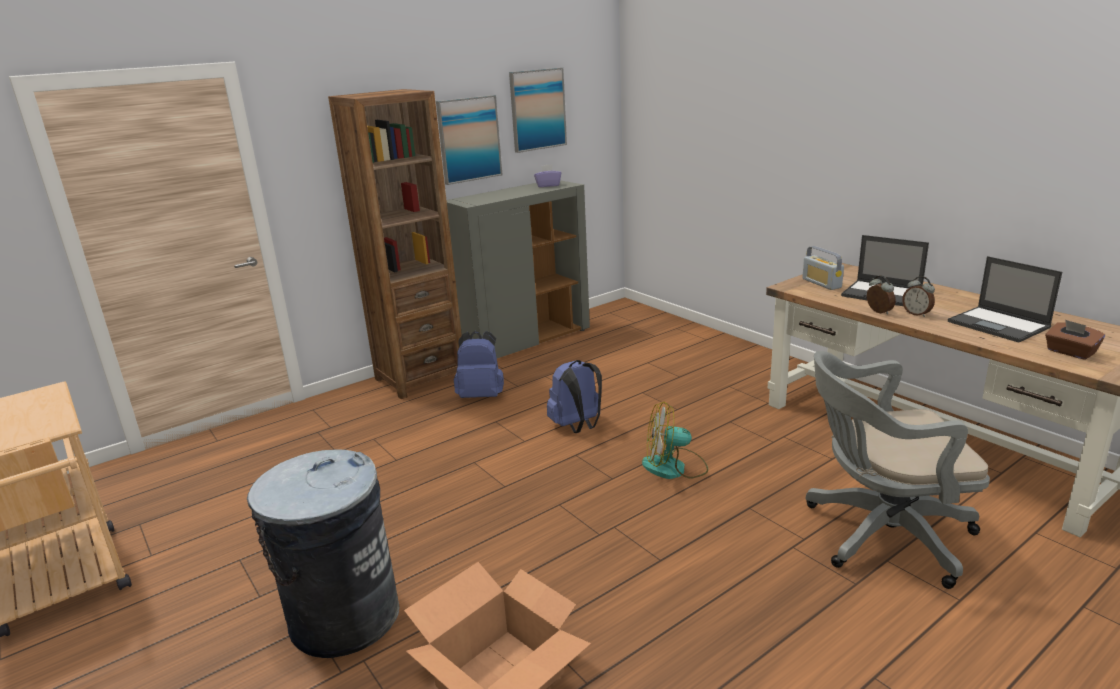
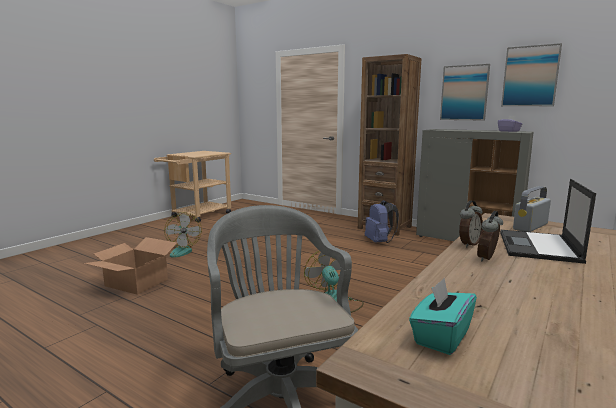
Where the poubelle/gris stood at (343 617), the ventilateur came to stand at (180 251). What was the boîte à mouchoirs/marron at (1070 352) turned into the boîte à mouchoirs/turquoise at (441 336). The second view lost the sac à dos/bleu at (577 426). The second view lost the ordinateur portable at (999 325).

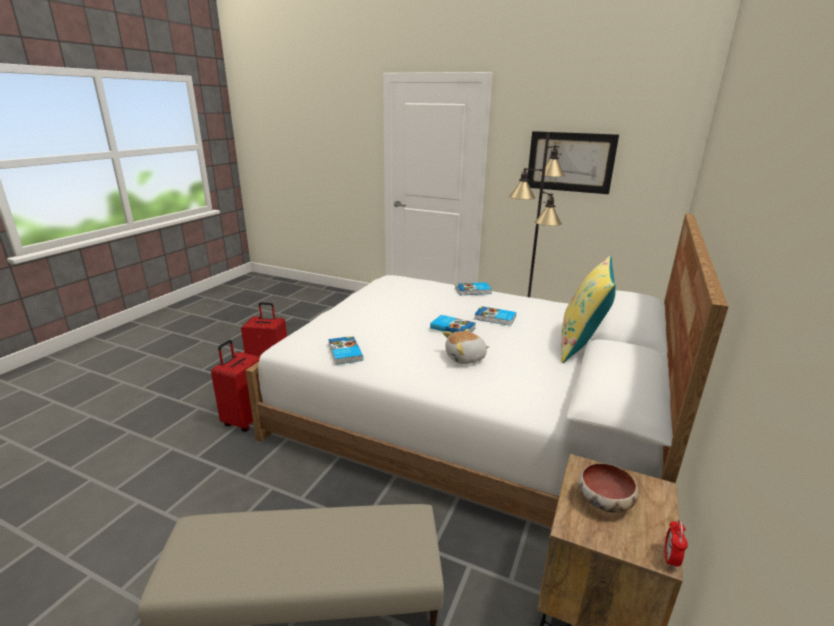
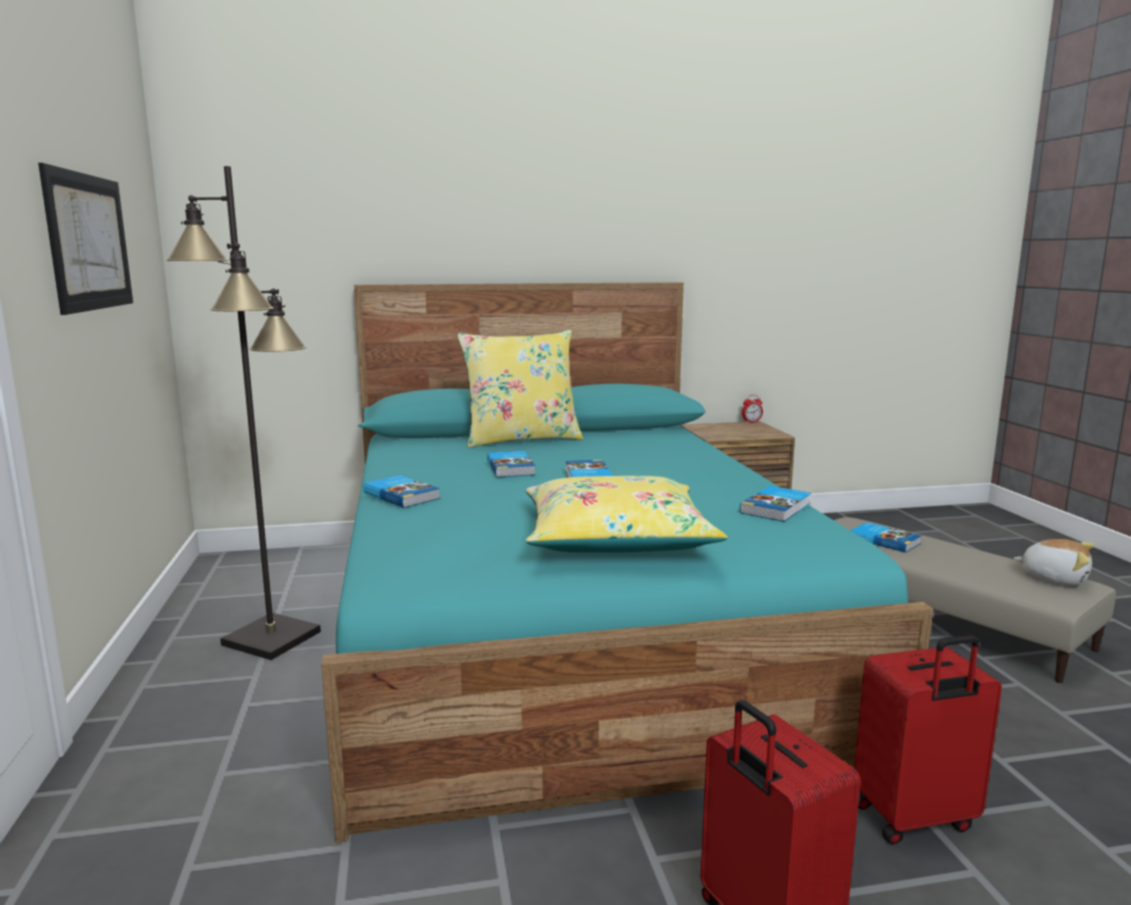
What was the lit/blanc at (469 416) turned into the lit/turquoise at (568 623). The second view gained the coussin/jaune at (616 538). The second view gained the livre at (885 540). The peluche ended up elsewhere, having gone from (466 358) to (1054 578). The second view lost the bol at (604 502).

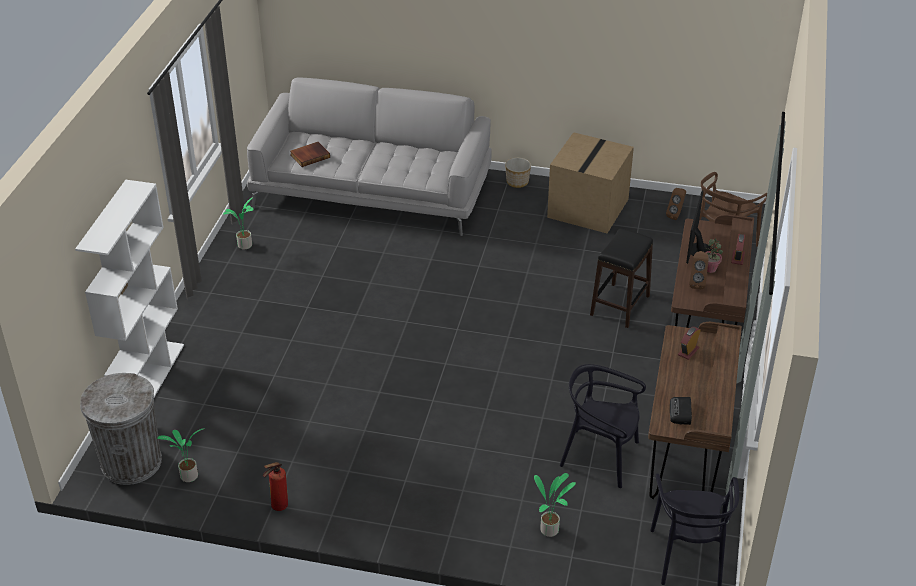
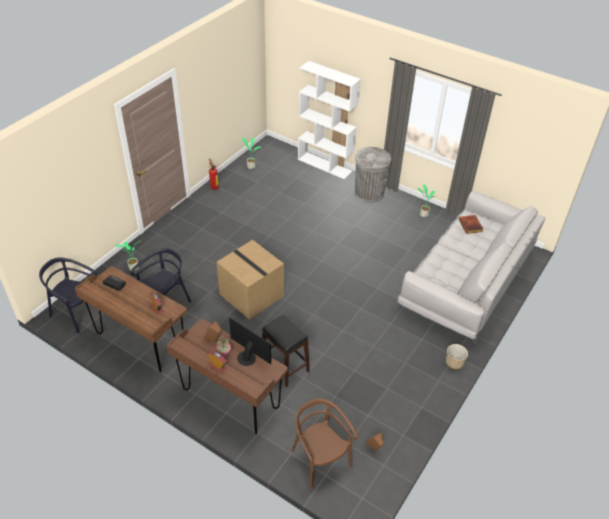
The carton ended up elsewhere, having gone from (588 209) to (250 295). The poubelle/gris ended up elsewhere, having gone from (131 462) to (369 193).

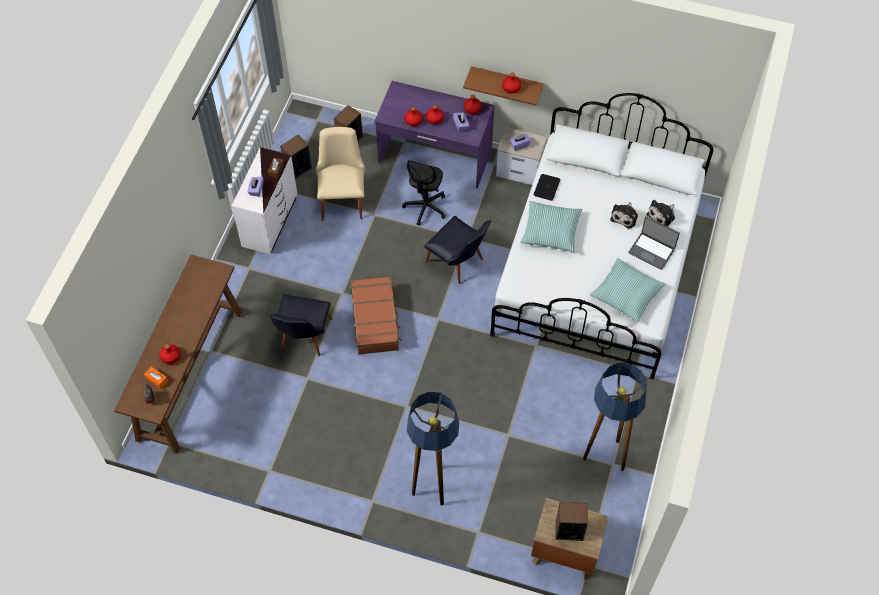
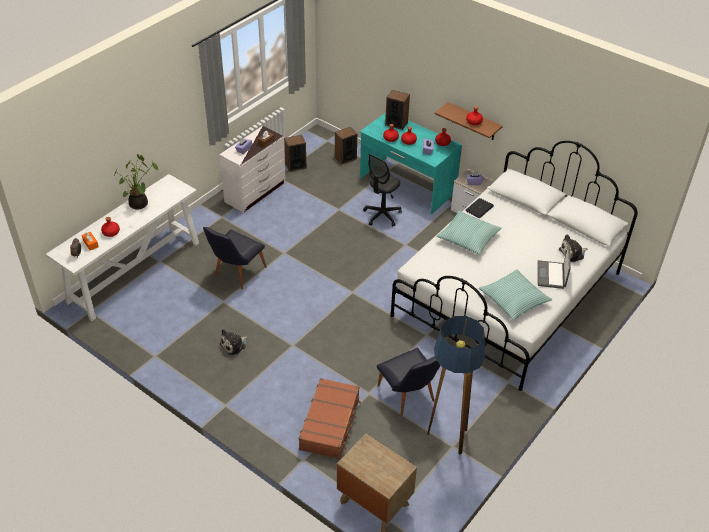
What was the table console/marron at (190 374) turned into the table console/blanc at (135 271). The second view gained the plante en pot at (139 205). The peluche ended up elsewhere, having gone from (625 216) to (234 345). The valise/marron ended up elsewhere, having gone from (375 320) to (330 423). What was the bureau/violet at (434 157) turned into the bureau/turquoise at (407 185). The chaise/noir ended up elsewhere, having gone from (458 263) to (408 397). The enceinte ended up elsewhere, having gone from (569 530) to (396 123). The ordinateur portable at (652 251) ended up facing another way, 45 degrees clockwise from before. The second view lost the chaise/beige at (342 197). The second view lost the lampadaire at (433 484).

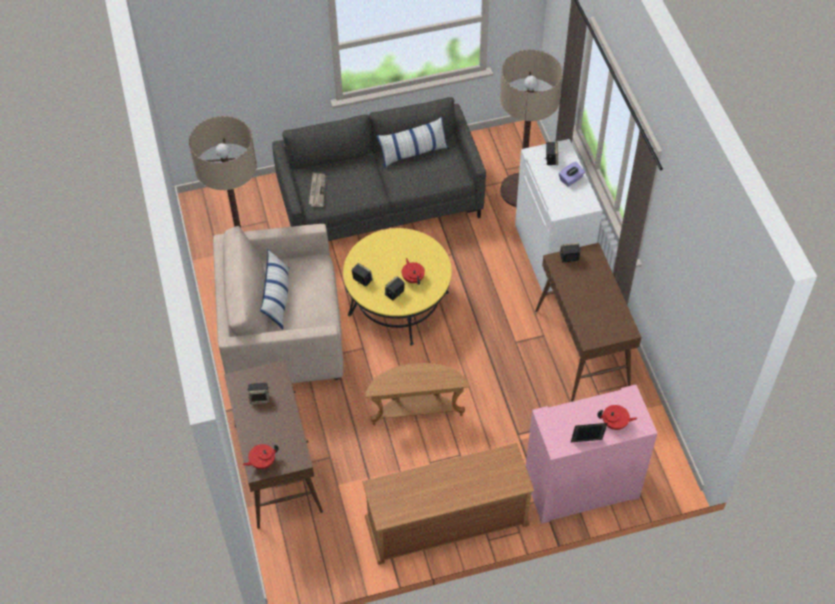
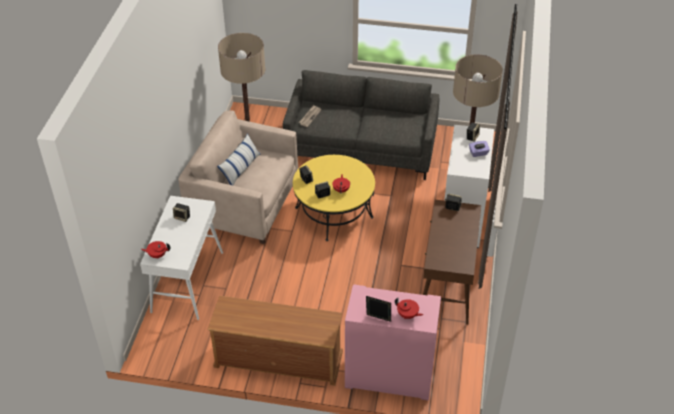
What was the table console/marron at (277 468) turned into the table console/blanc at (187 281). The second view lost the table d'appoint/marron at (416 410). The second view lost the coussin at (413 152).

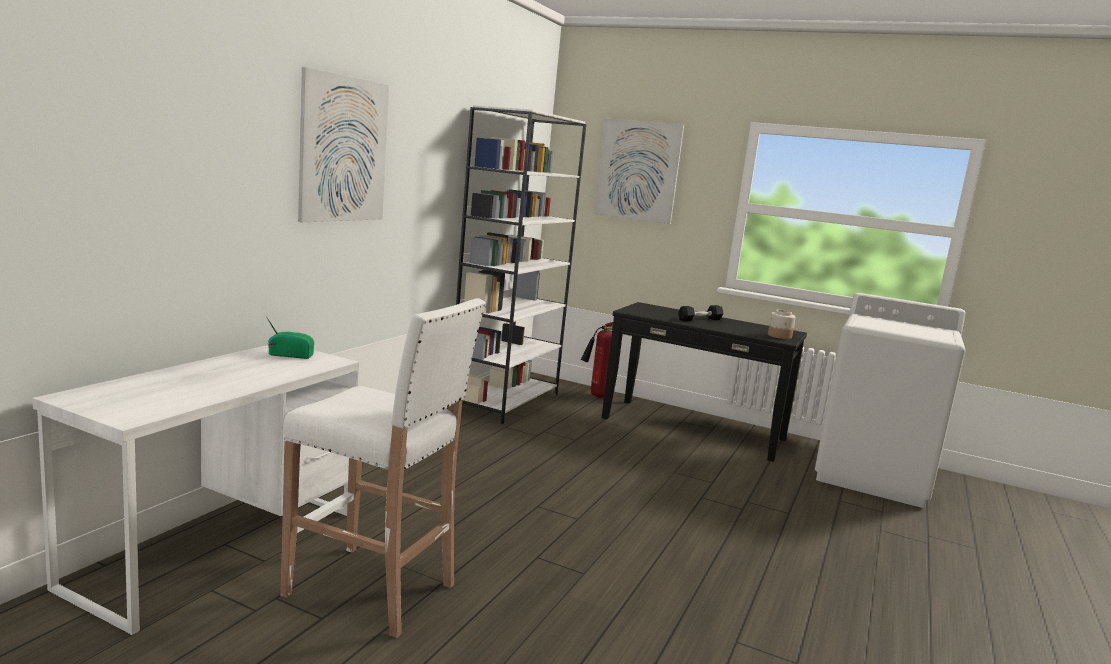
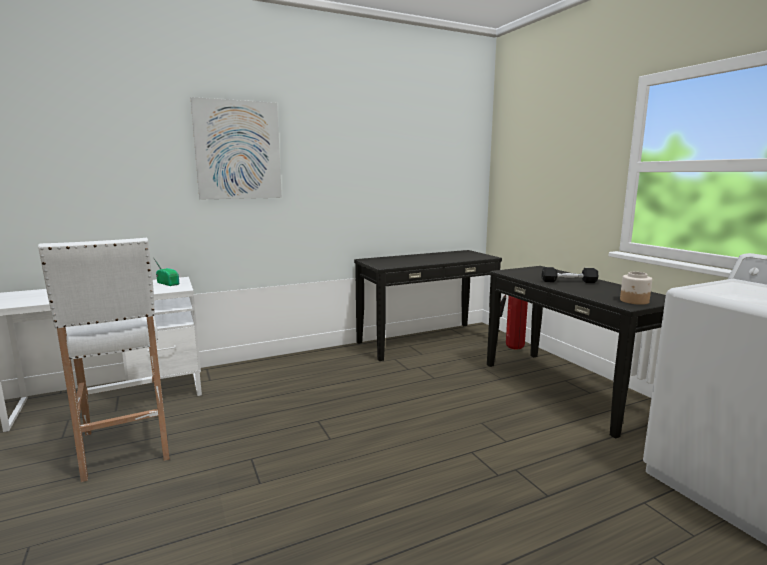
Where the bibliothèque/blanc stood at (505 401), the table console/noir came to stand at (426 341). The second view lost the tableau at (638 170).

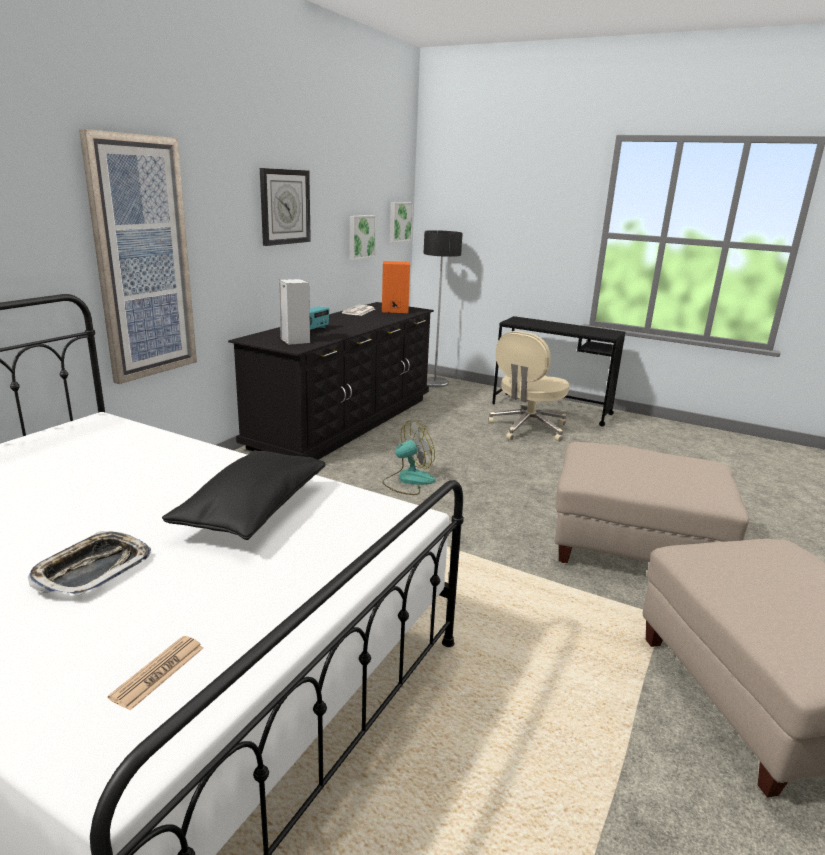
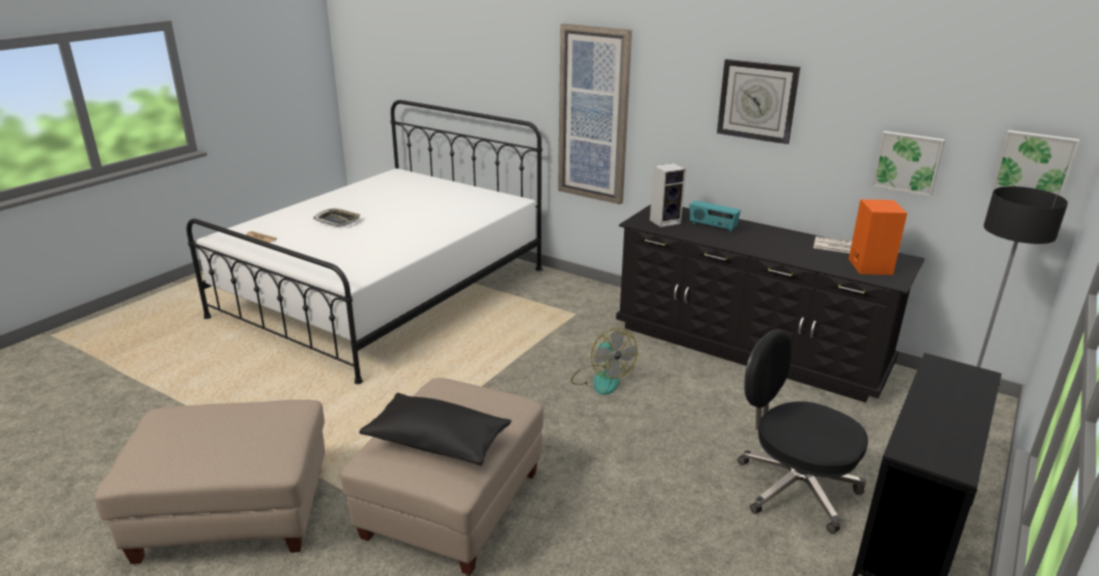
The coussin/noir ended up elsewhere, having gone from (253 511) to (437 443). What was the chaise de bureau/beige at (527 429) turned into the chaise de bureau/noir at (793 487).

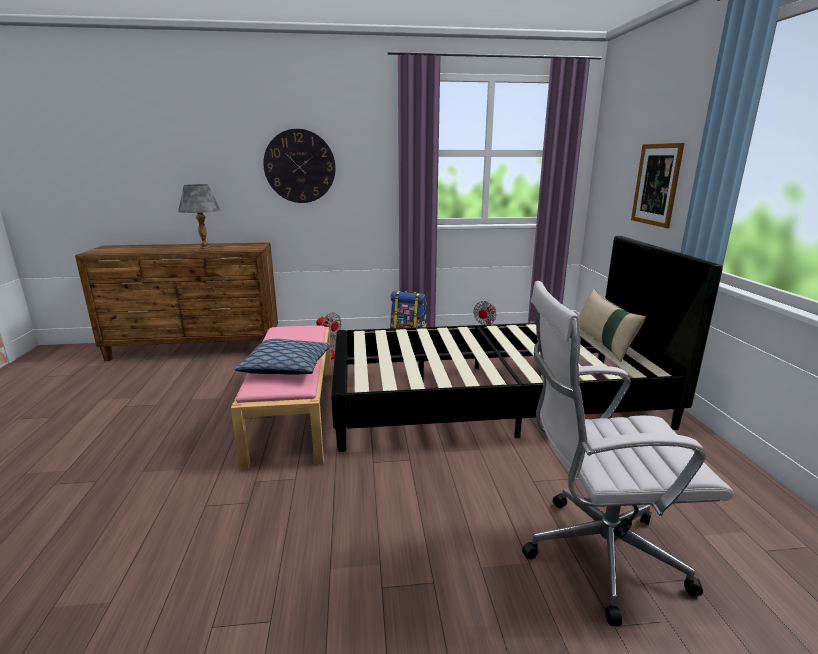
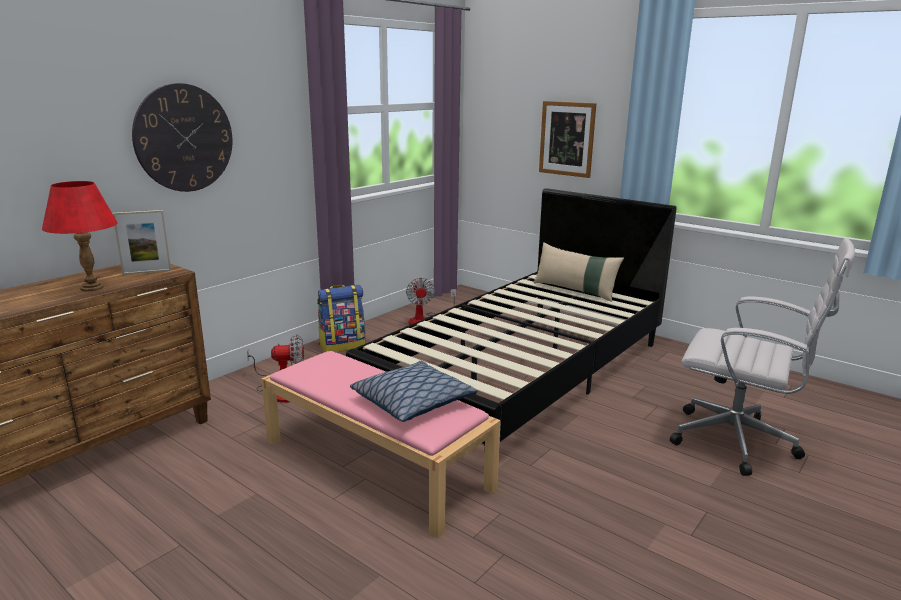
What was the lampe de table/gris at (205 249) turned into the lampe de table/rouge at (92 287). The second view gained the cadre photo at (147 272). The chaise de bureau/blanc at (595 555) ended up facing another way, 105 degrees counterclockwise from before.

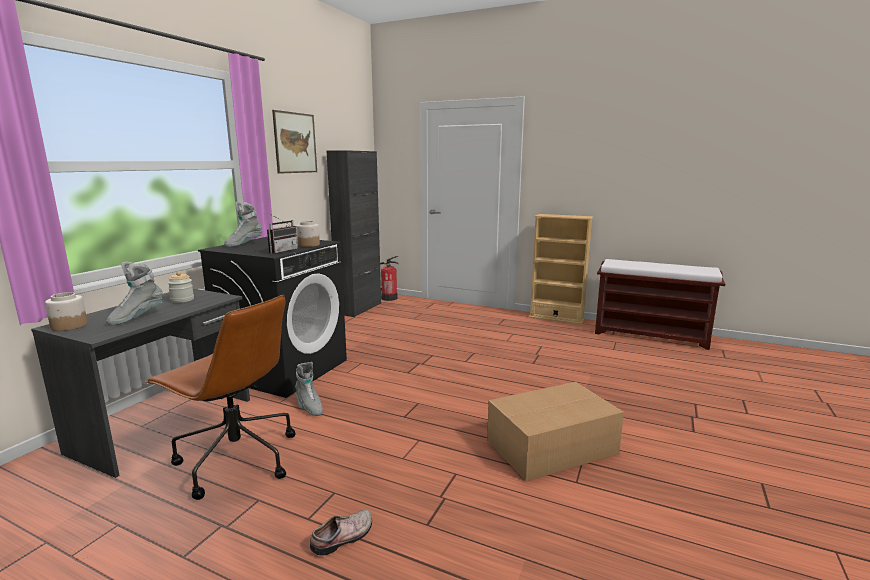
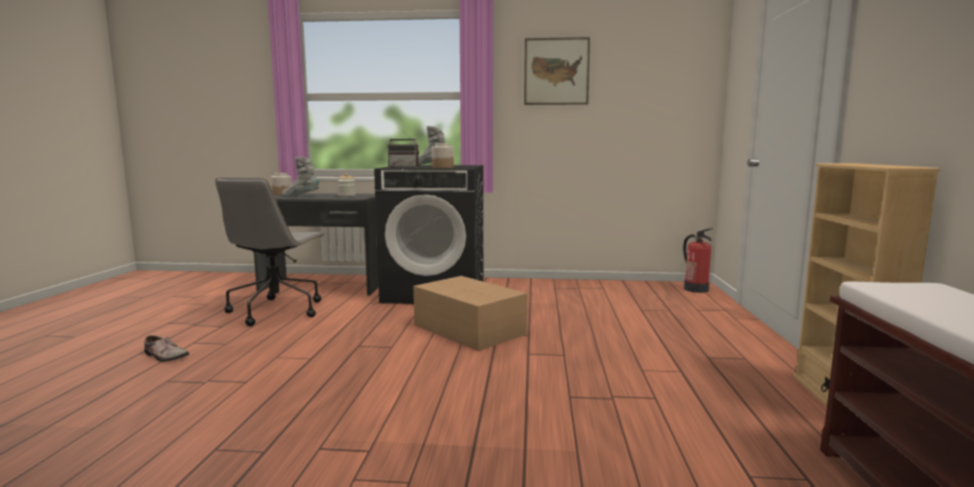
What was the chaise de bureau/marron at (235 459) turned into the chaise de bureau/gris at (276 310). The carton ended up elsewhere, having gone from (553 447) to (469 330). The second view lost the botte/gris at (309 407). The second view lost the meuble de rangement/noir at (359 308).

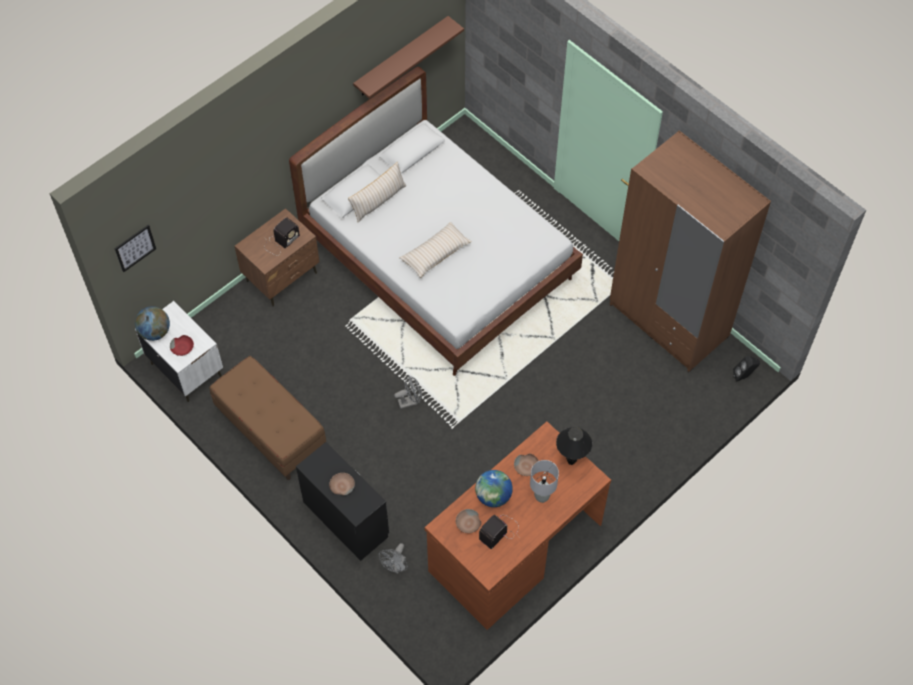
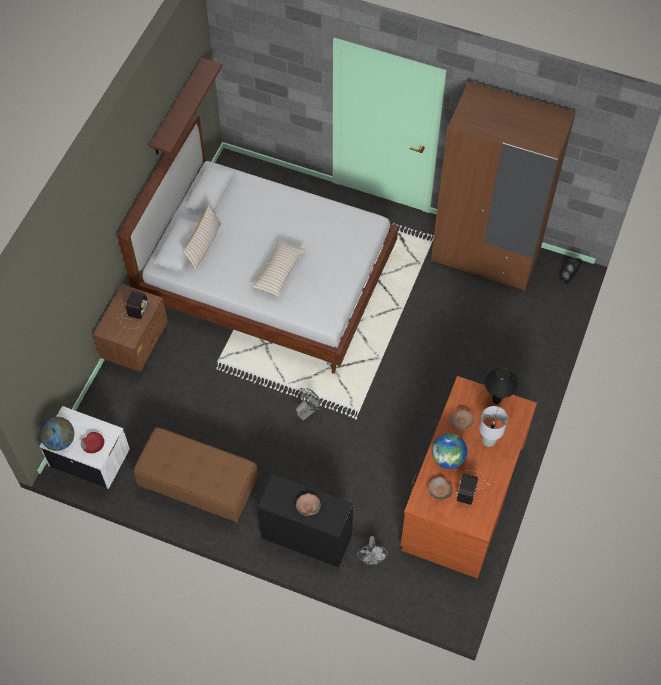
The second view lost the tableau at (135 248).

